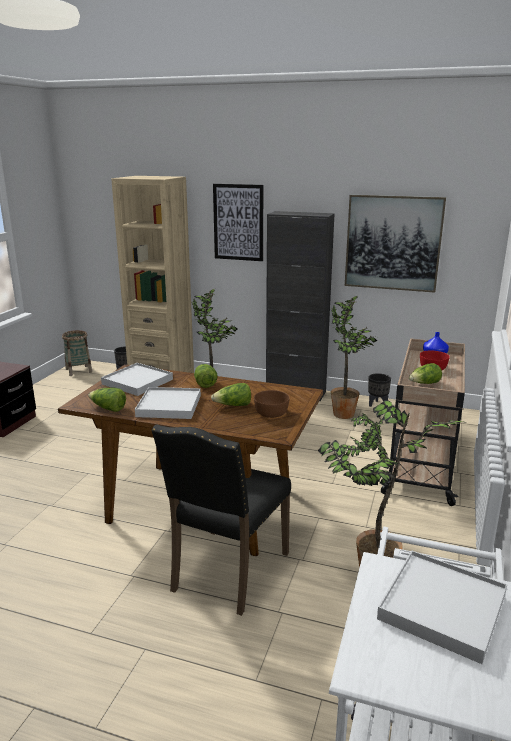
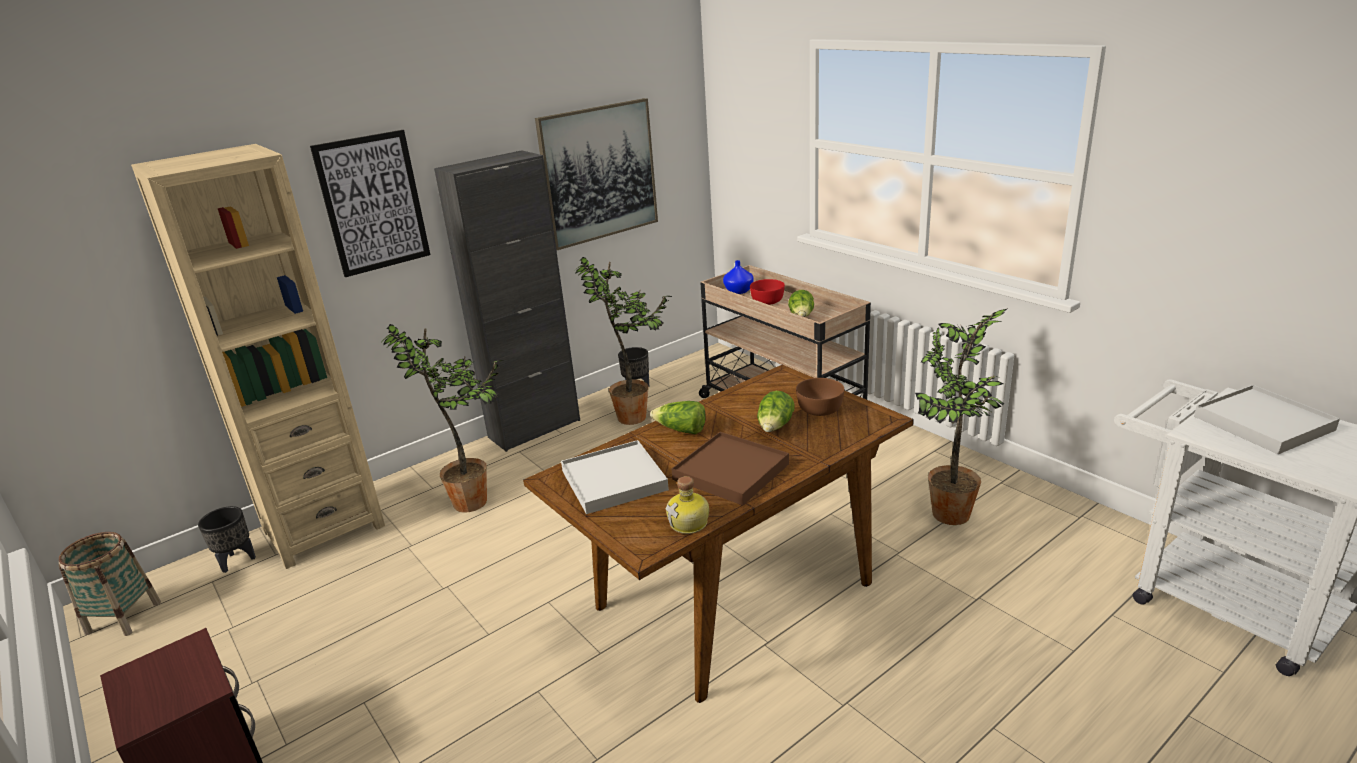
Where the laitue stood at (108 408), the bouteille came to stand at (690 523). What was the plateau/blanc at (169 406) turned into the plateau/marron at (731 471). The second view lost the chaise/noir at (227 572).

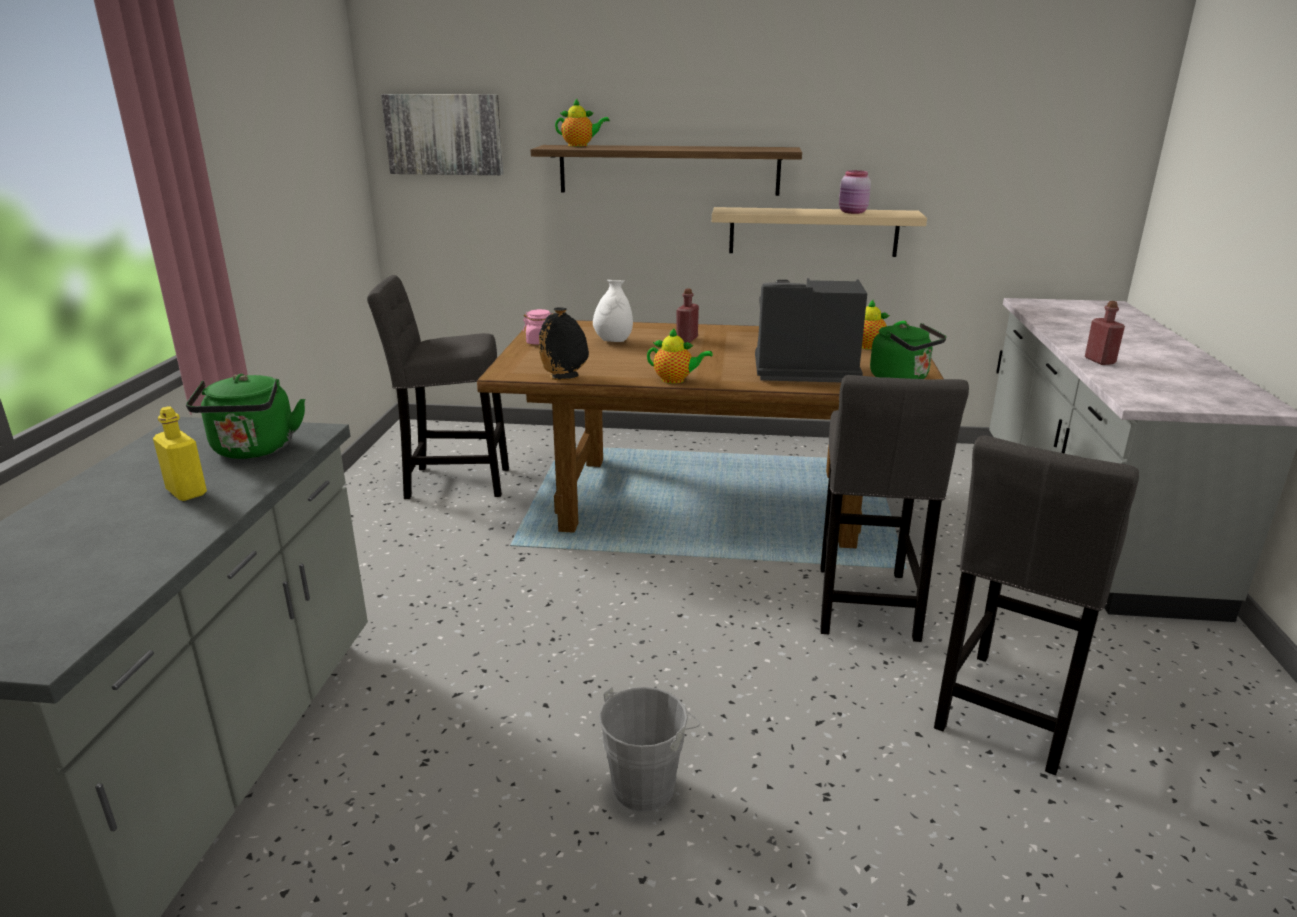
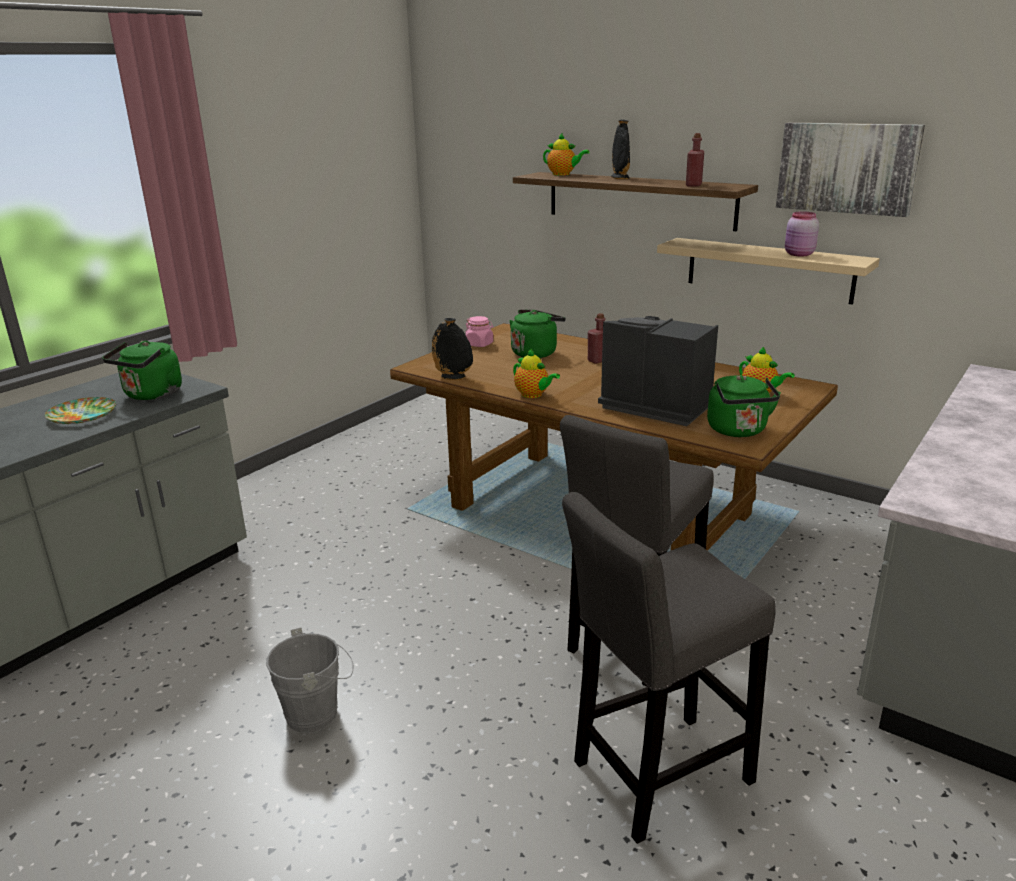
Where the bouteille/jaune stood at (186 492), the assiette came to stand at (83 415). Where the vase/blanc stood at (613 342), the bouilloire/vert came to stand at (535 353). The second view gained the vase/noir at (620 178). The bouteille/rouge ended up elsewhere, having gone from (1099 361) to (693 185). The tableau ended up elsewhere, having gone from (444 134) to (847 168). The second view lost the tabouret/gris at (451 482).

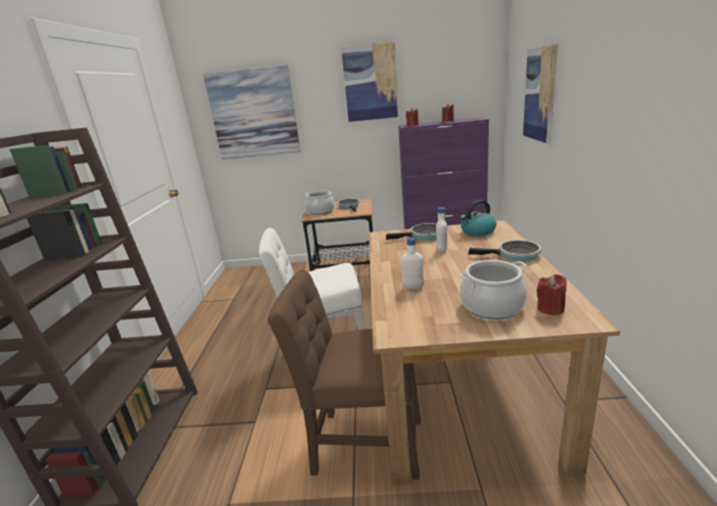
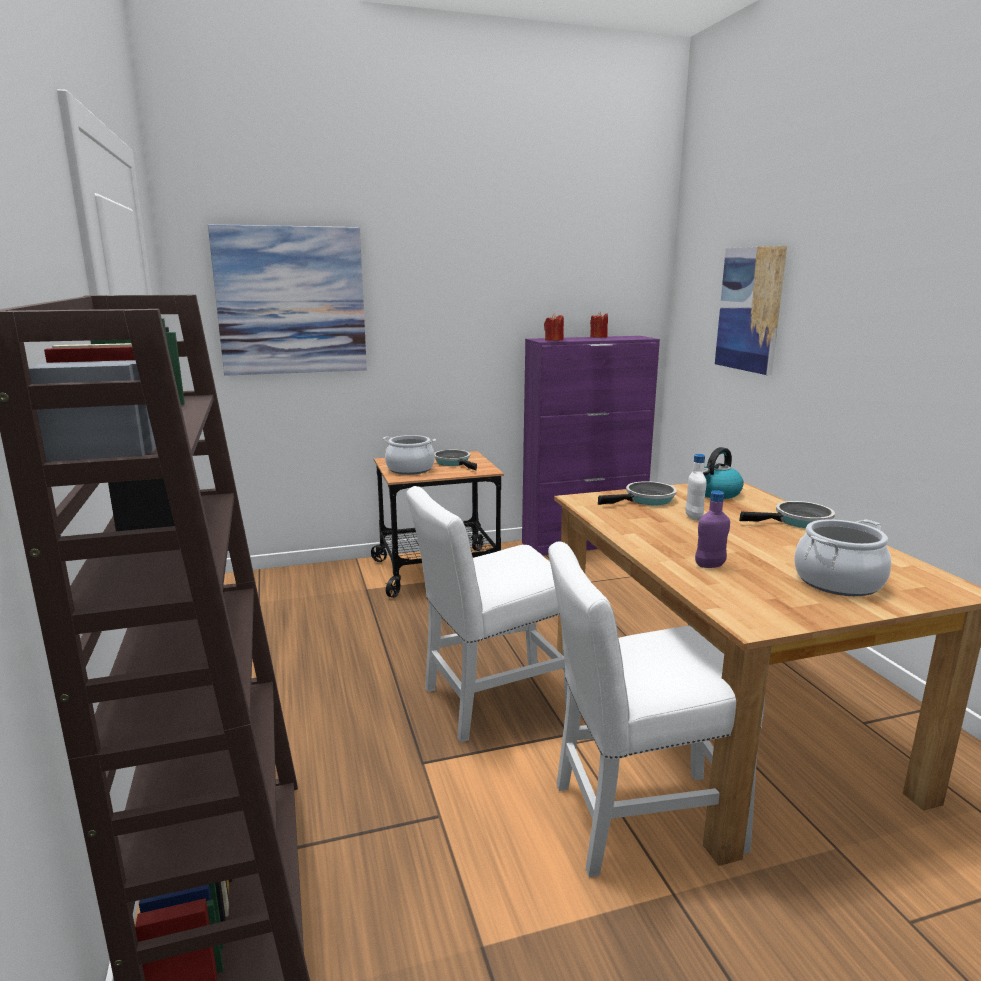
What was the chaise/marron at (361 444) turned into the chaise/blanc at (636 819). What was the bouteille/blanc at (413 287) turned into the bouteille/violet at (710 565). The second view lost the tableau at (370 83). The second view lost the bougie/rouge at (550 308).

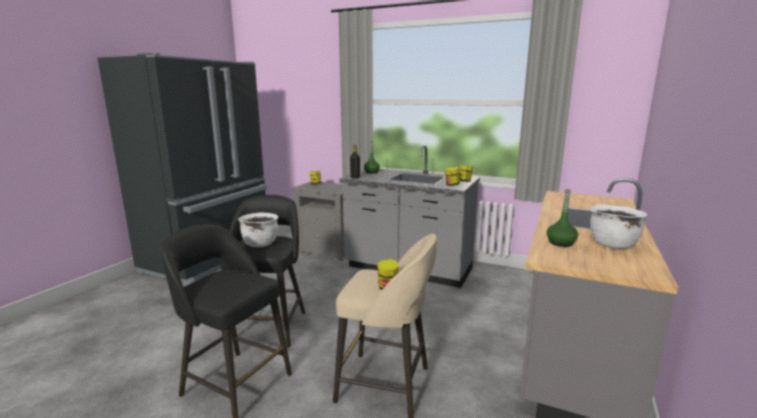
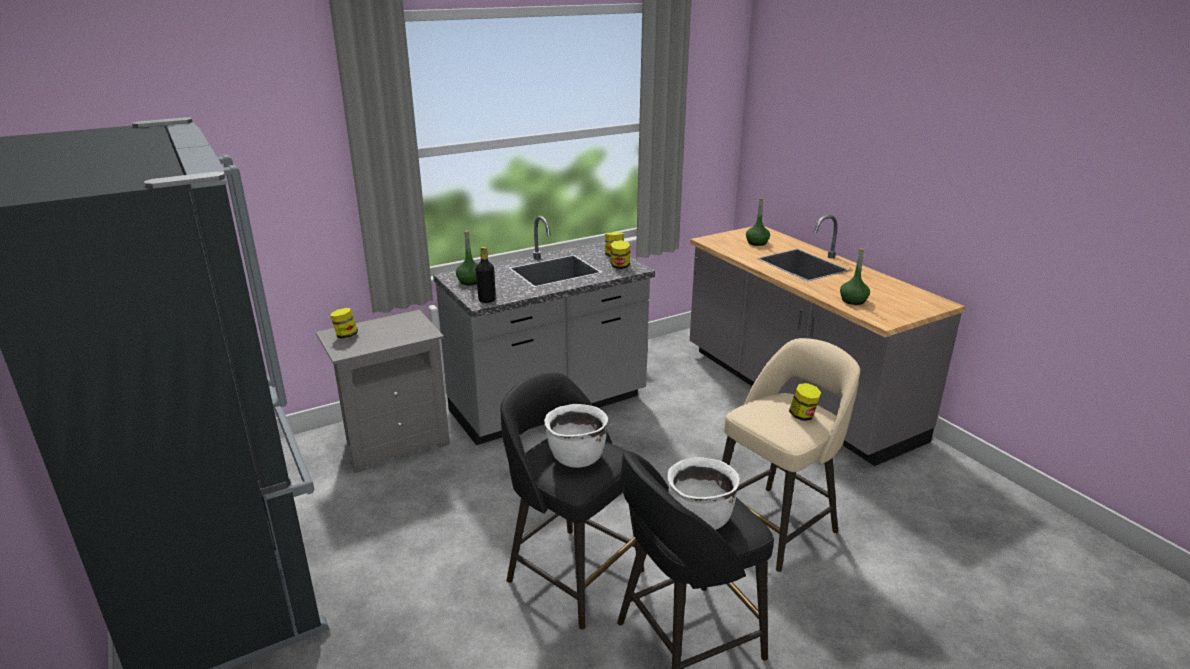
The marmite/blanc ended up elsewhere, having gone from (612 244) to (700 518). The second view gained the bouteille/vert at (757 243).

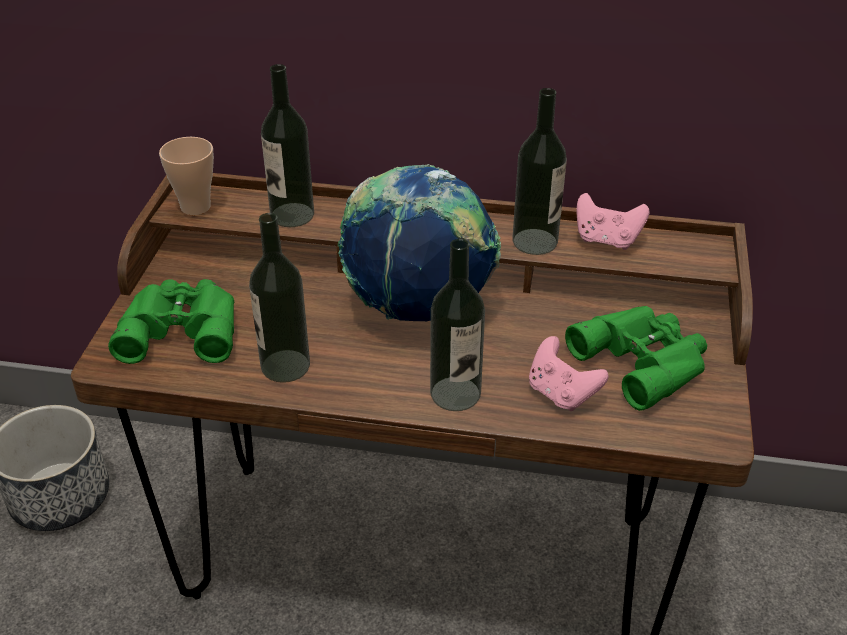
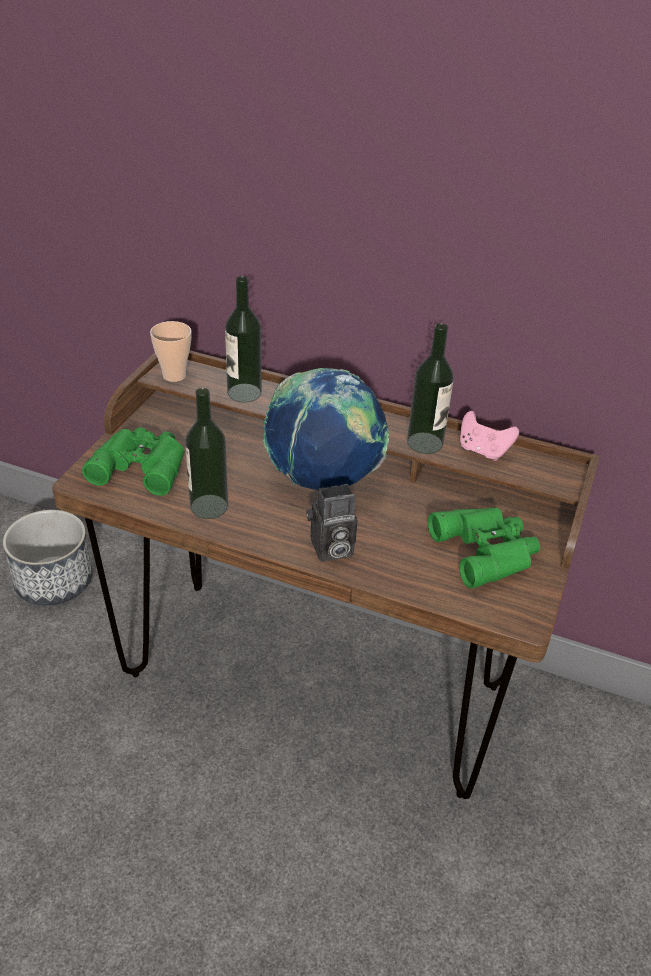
Where the bouteille stood at (455 393), the appareil photo came to stand at (330 550). The second view lost the manette/rose at (561 393).

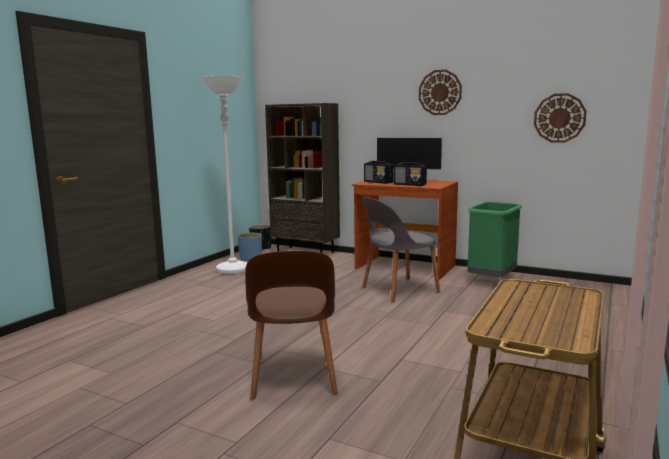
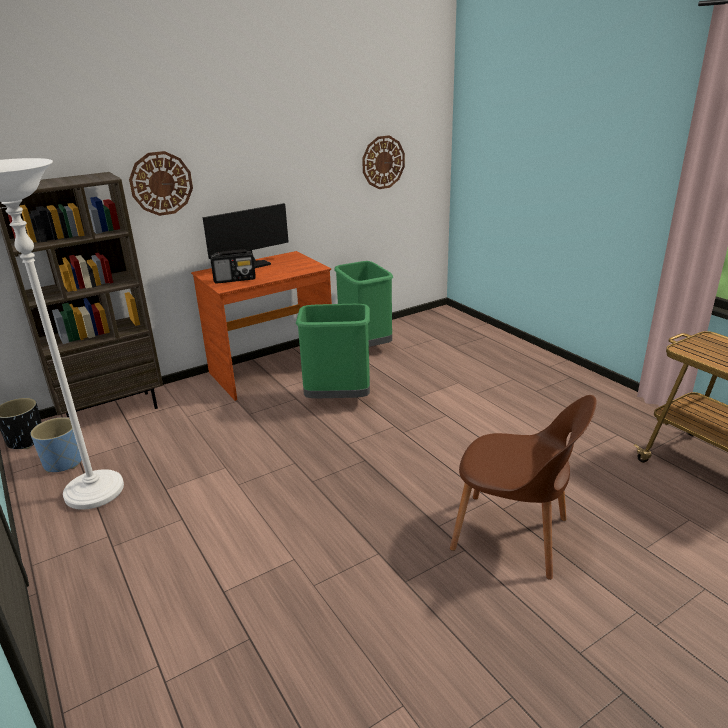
The horloge murale ended up elsewhere, having gone from (440 92) to (161 183). Where the chaise/gris stood at (398 290), the poubelle/vert came to stand at (337 399). The second view lost the radio at (410 185).

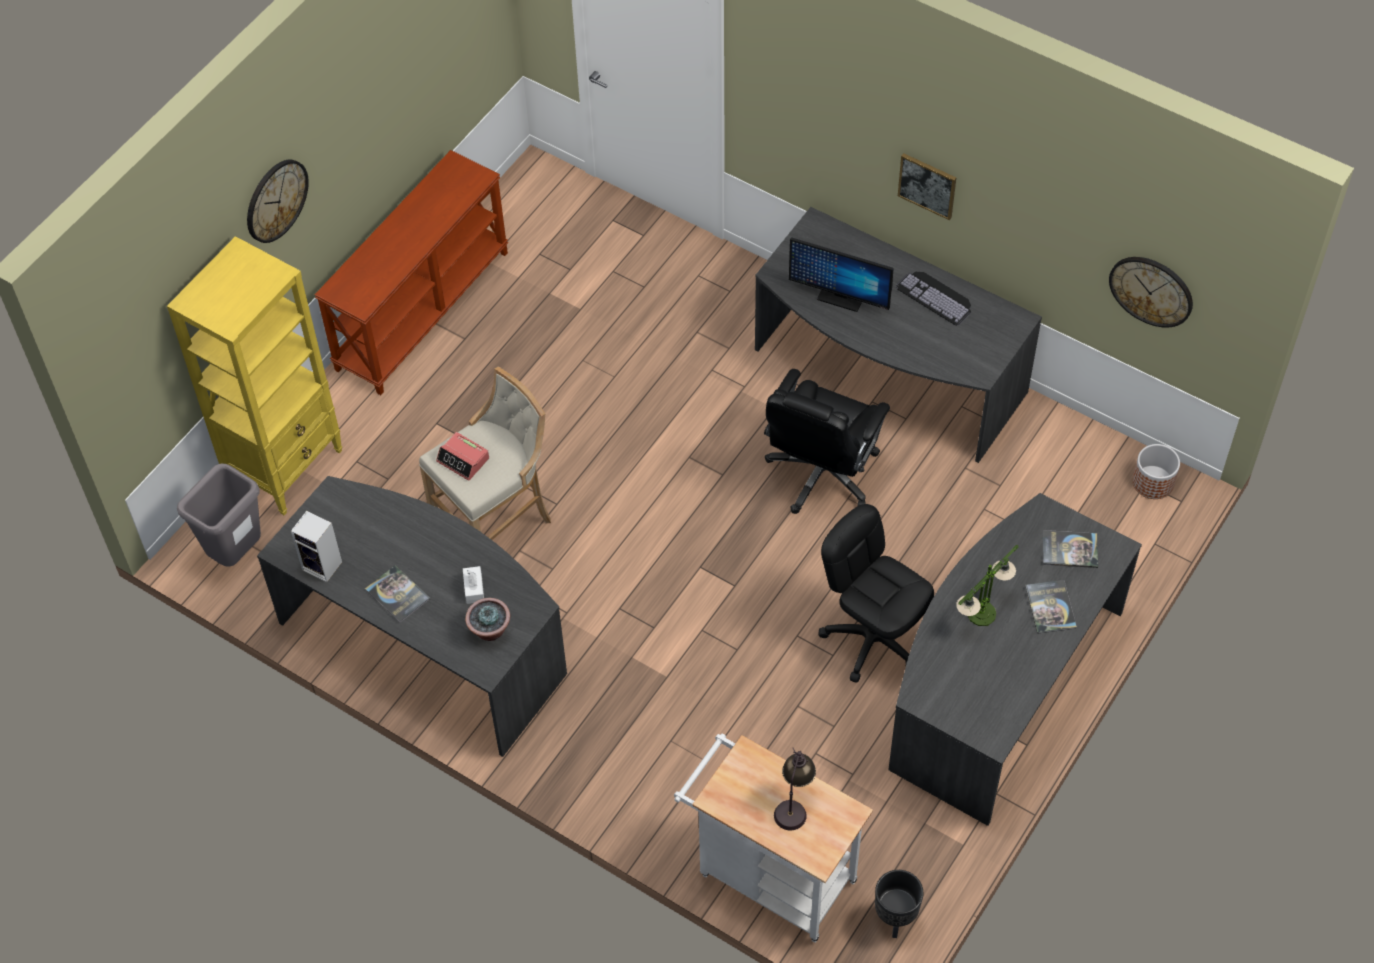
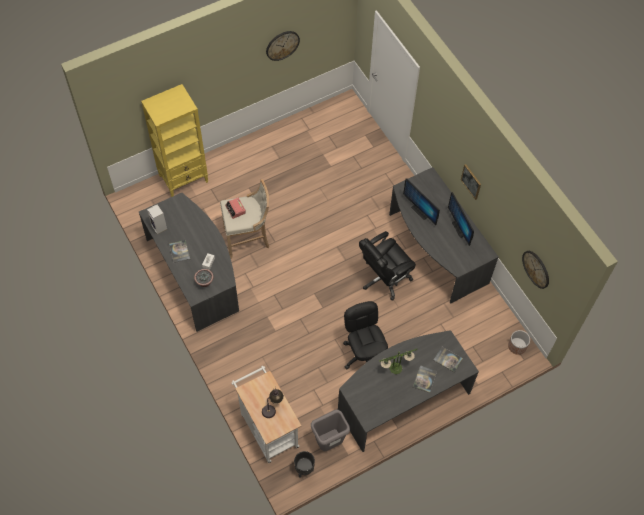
The horloge murale ended up elsewhere, having gone from (276 200) to (282 45). The poubelle/gris ended up elsewhere, having gone from (237 553) to (329 442). Where the clavier stood at (936 296), the écran d'ordinateur came to stand at (460 228). The second view lost the table console/marron at (422 309).

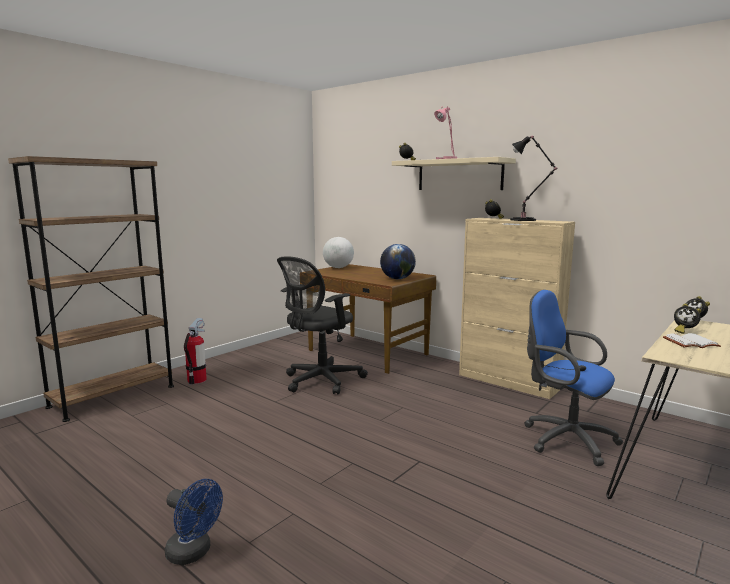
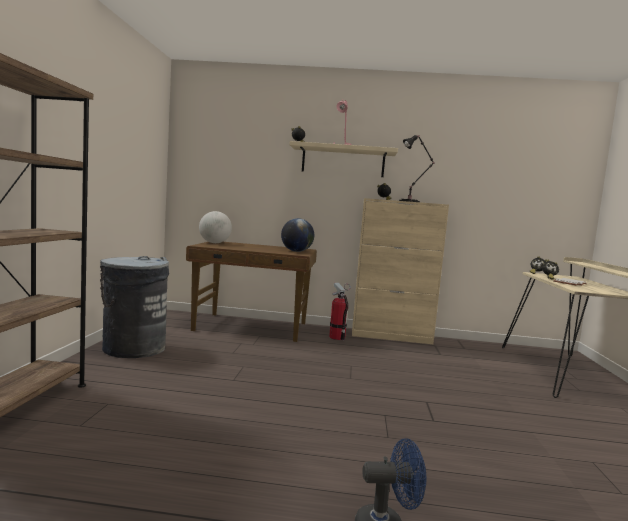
The second view gained the poubelle/gris at (133 348). The extincteur ended up elsewhere, having gone from (197 380) to (337 337). The second view lost the chaise de bureau/noir at (320 381). The second view lost the chaise de bureau/bleu at (564 439).

